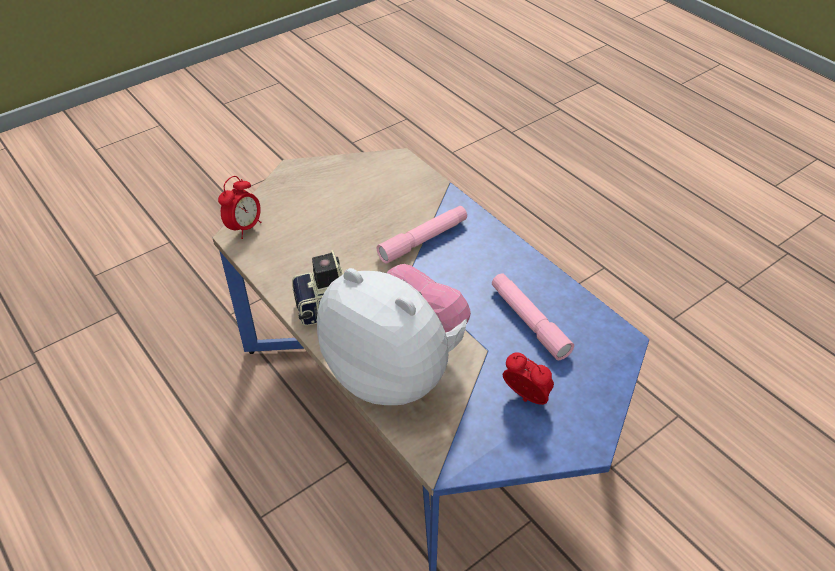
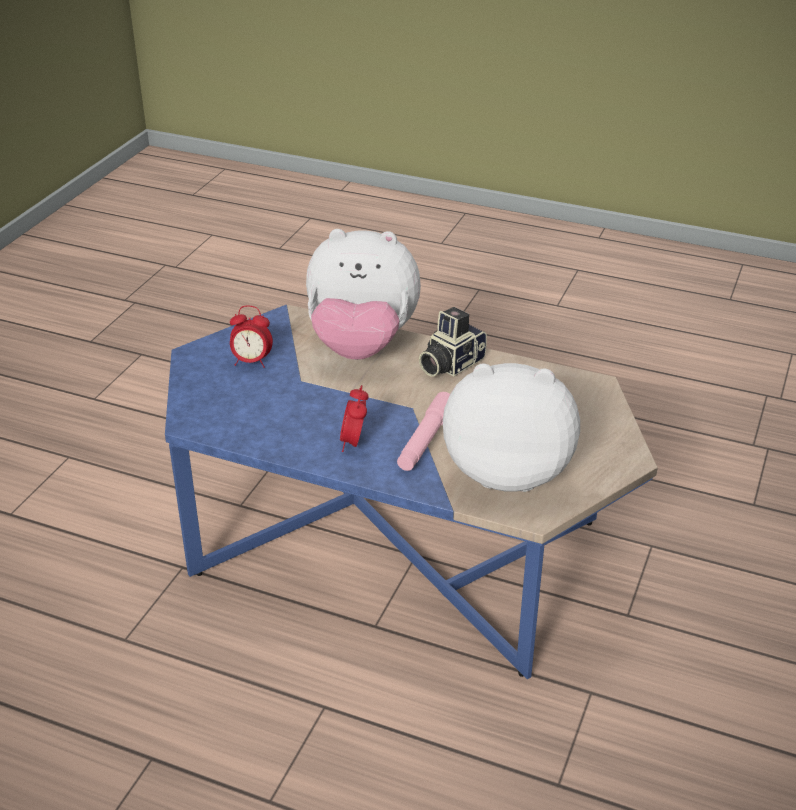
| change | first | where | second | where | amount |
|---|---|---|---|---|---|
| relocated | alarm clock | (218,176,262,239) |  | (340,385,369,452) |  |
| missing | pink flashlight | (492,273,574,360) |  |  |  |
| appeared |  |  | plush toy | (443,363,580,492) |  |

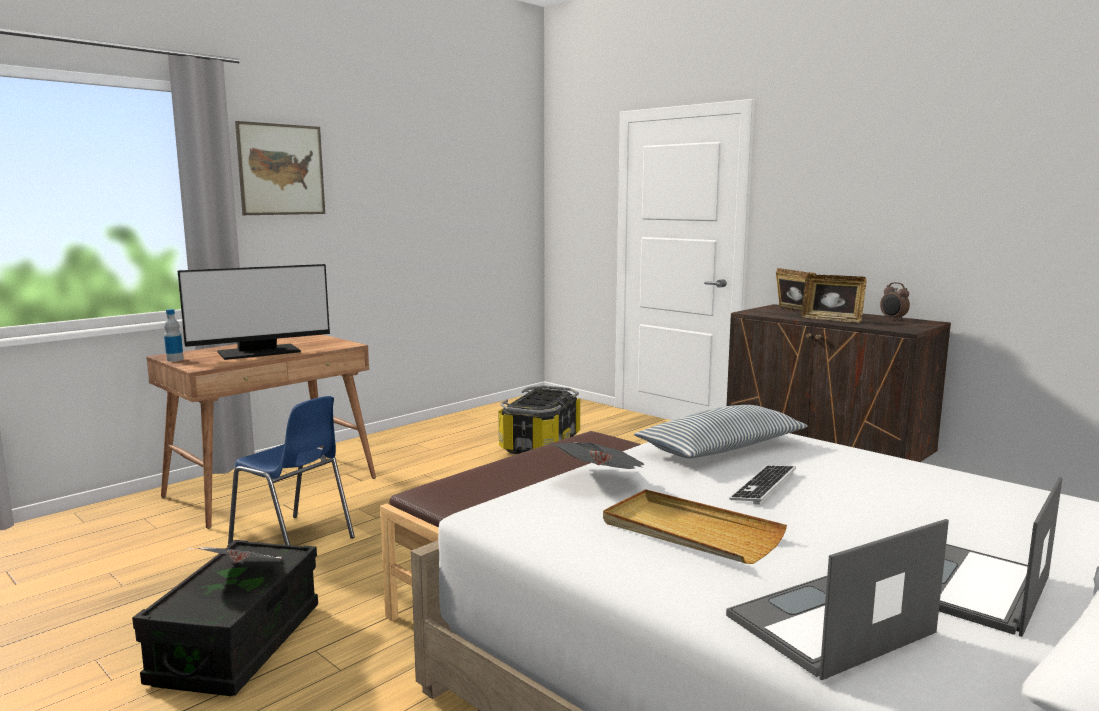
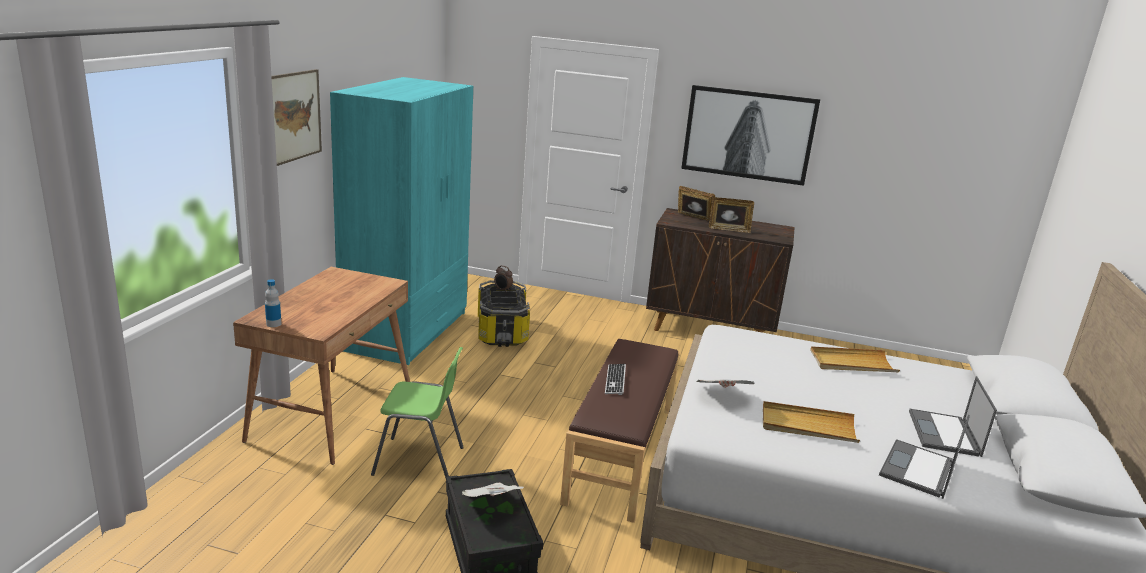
| change | first | where | second | where | amount |
|---|---|---|---|---|---|
| missing | monitor | (177,264,330,360) |  |  |  |
| relocated | alarm clock | (880,282,910,321) |  | (494,265,513,292) |  |
| colour | blue chair | (228,396,355,545) | green chair | (371,347,464,478) |  |
| missing | pillow | (634,405,807,458) |  |  |  |
| relocated | keyboard | (729,466,796,505) |  | (605,364,626,395) |  |
| appeared |  |  | turquoise wardrobe | (330,77,473,365) |  |
| appeared |  |  | picture | (681,85,820,186) |  |
| appeared |  |  | beige tray | (810,346,900,372) |  |

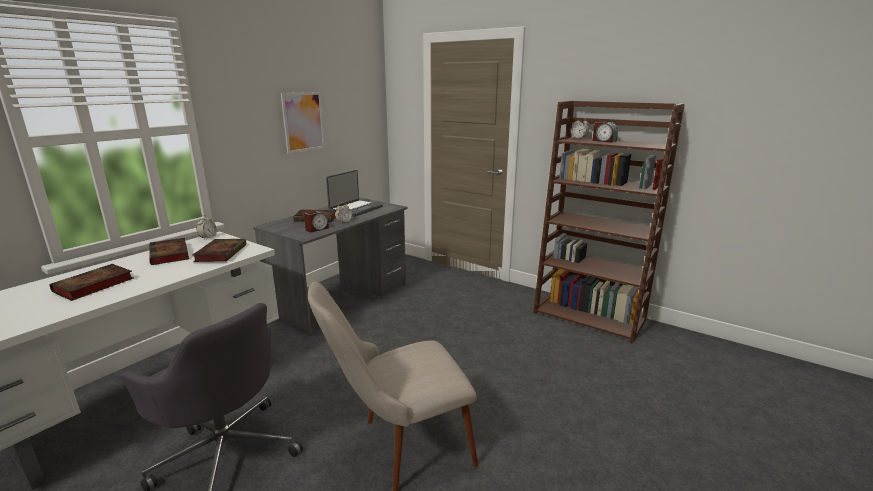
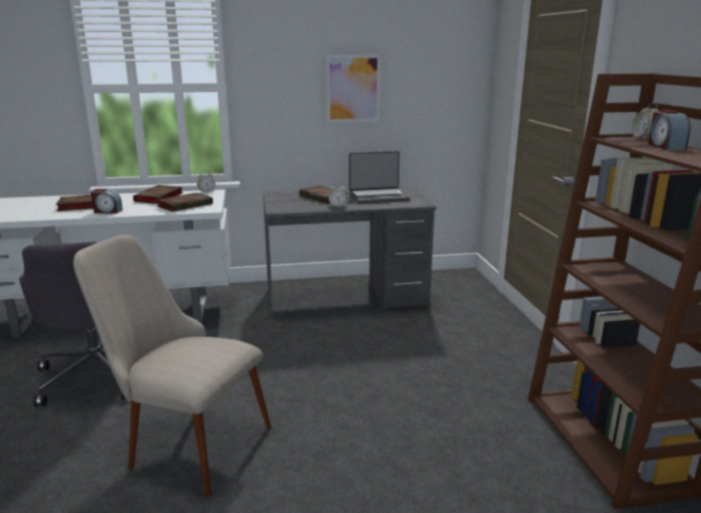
| change | first | where | second | where | amount |
|---|---|---|---|---|---|
| relocated | alarm clock | (304,211,329,232) |  | (91,189,123,214) |  |

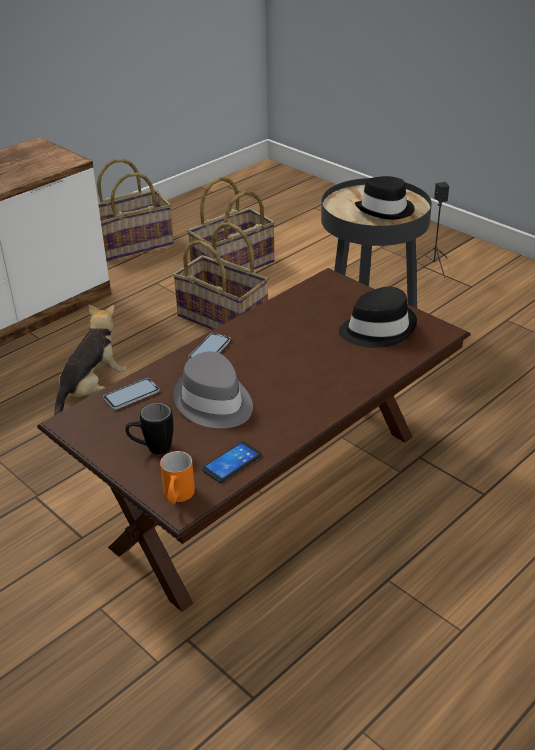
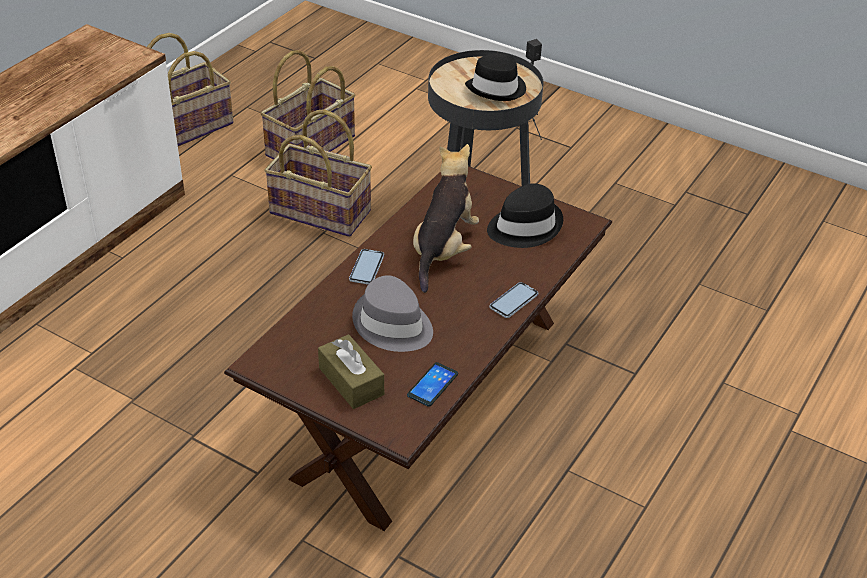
| change | first | where | second | where | amount |
|---|---|---|---|---|---|
| relocated | plush toy | (54,304,127,415) |  | (413,144,479,293) |  |
| relocated | phone | (103,378,160,410) |  | (489,282,538,318) |  |
| exchanged | black mug | (125,403,174,454) | brown tissue box | (318,334,384,409) |  |
| missing | orange mug | (160,451,195,504) |  |  |  |

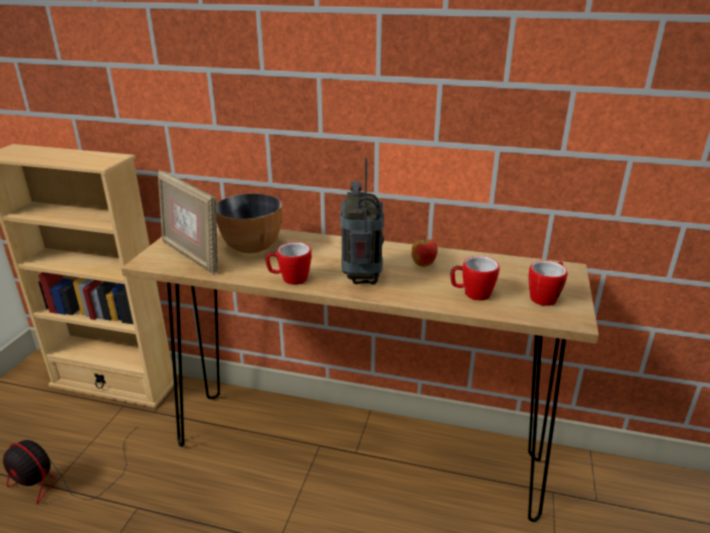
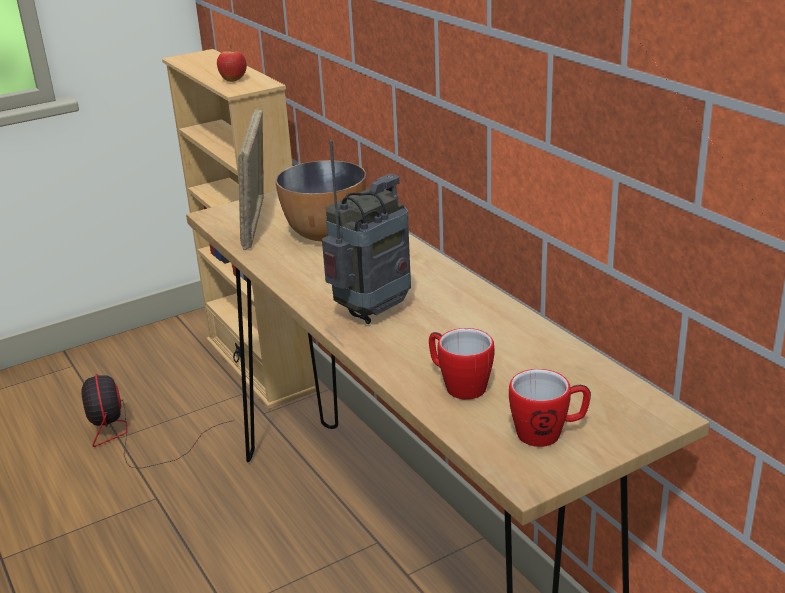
| change | first | where | second | where | amount |
|---|---|---|---|---|---|
| relocated | apple | (411,235,438,267) |  | (217,45,247,82) |  |
| missing | mug | (265,242,311,285) |  |  |  |

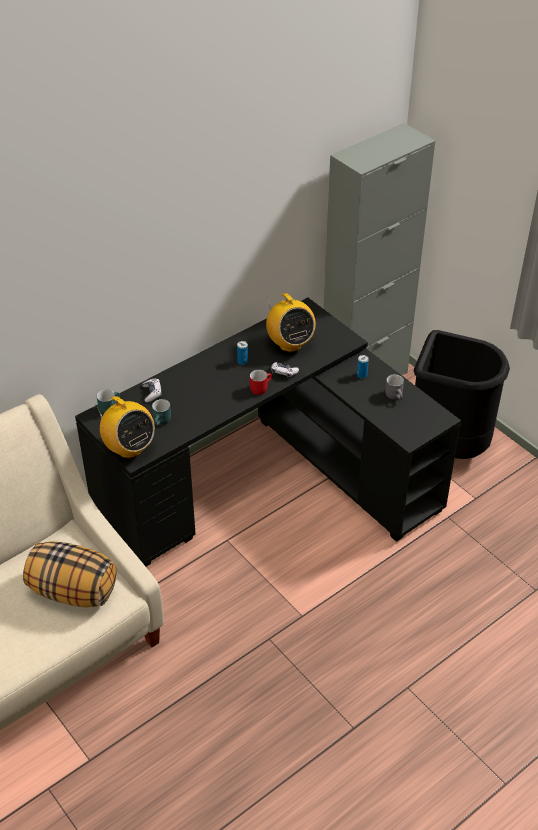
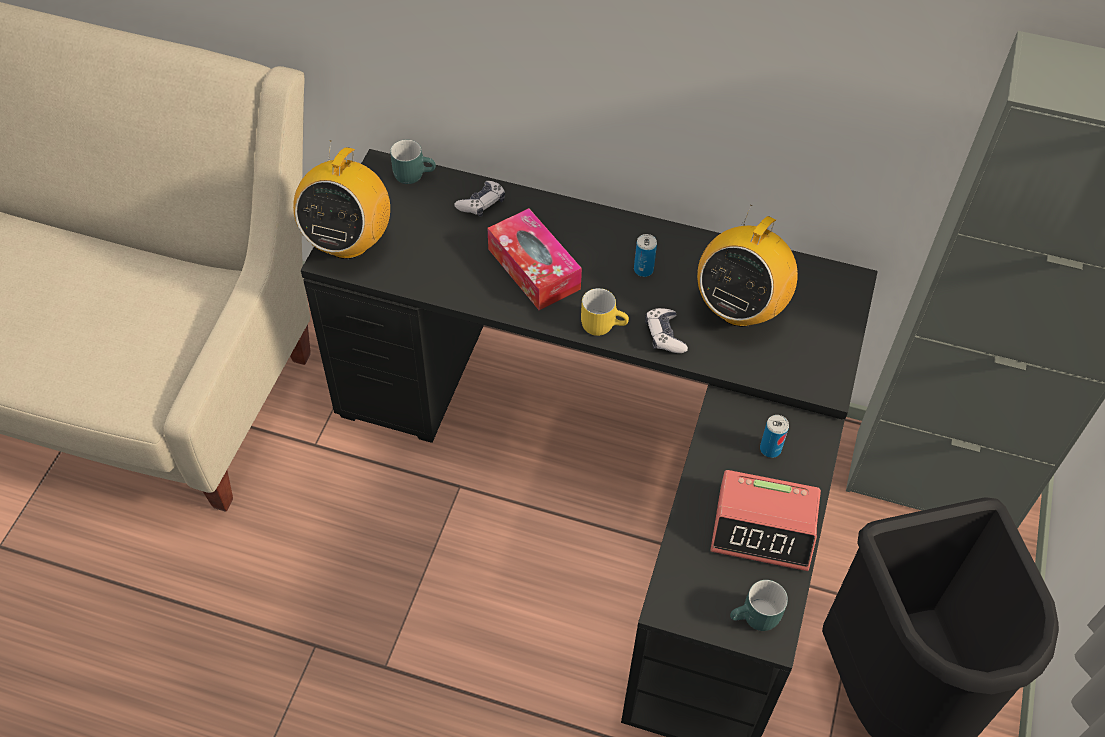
| change | first | where | second | where | amount |
|---|---|---|---|---|---|
| colour | red mug | (250,370,272,395) | yellow mug | (581,288,629,336) |  |
| exchanged | grey mug | (385,374,404,400) | alarm clock | (710,470,821,571) |  |
| relocated | turquoise mug | (152,399,171,426) |  | (730,580,788,631) |  |
| missing | pillow | (23,541,117,608) |  |  |  |
| appeared |  |  | tissue box | (487,208,582,310) |  |

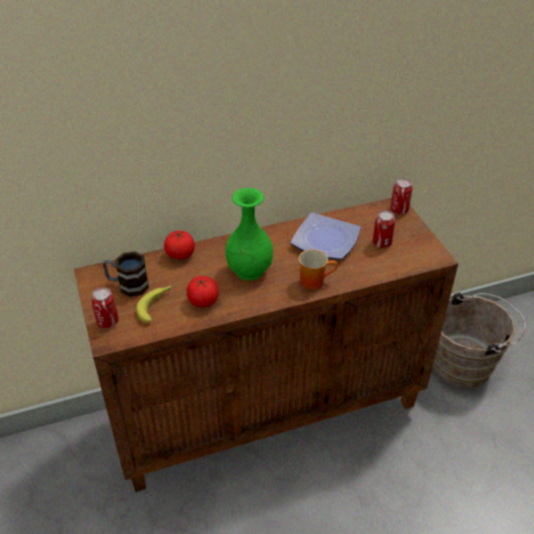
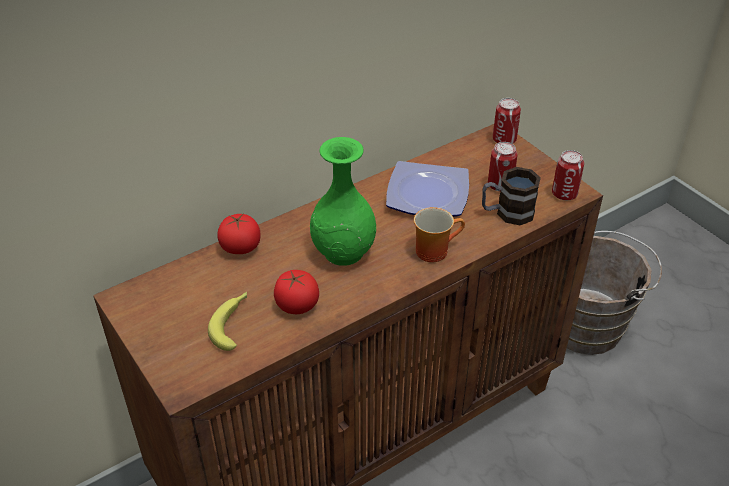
| change | first | where | second | where | amount |
|---|---|---|---|---|---|
| relocated | mug | (103,251,149,297) |  | (482,167,541,225) |  |
| relocated | can | (91,287,118,328) |  | (552,150,584,200) |  |

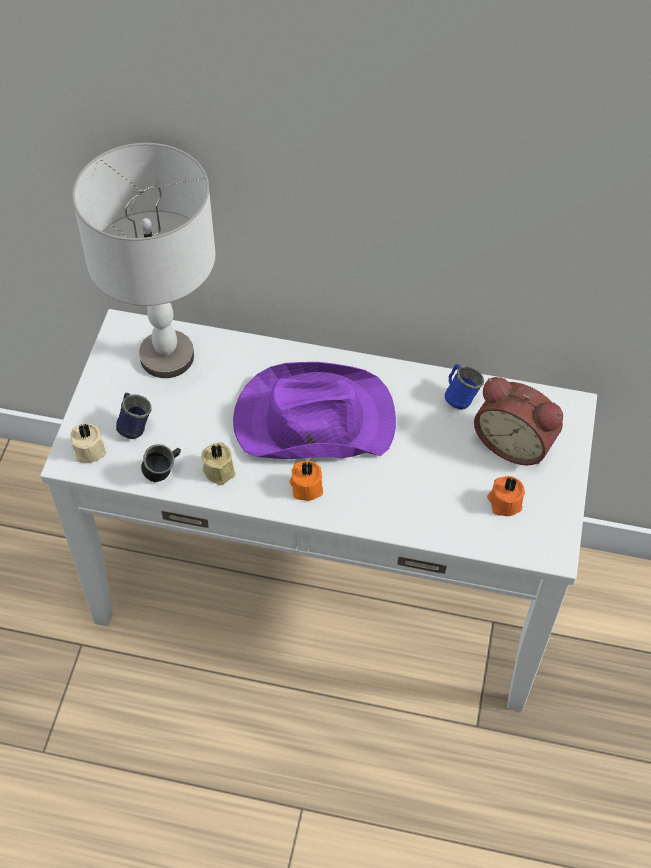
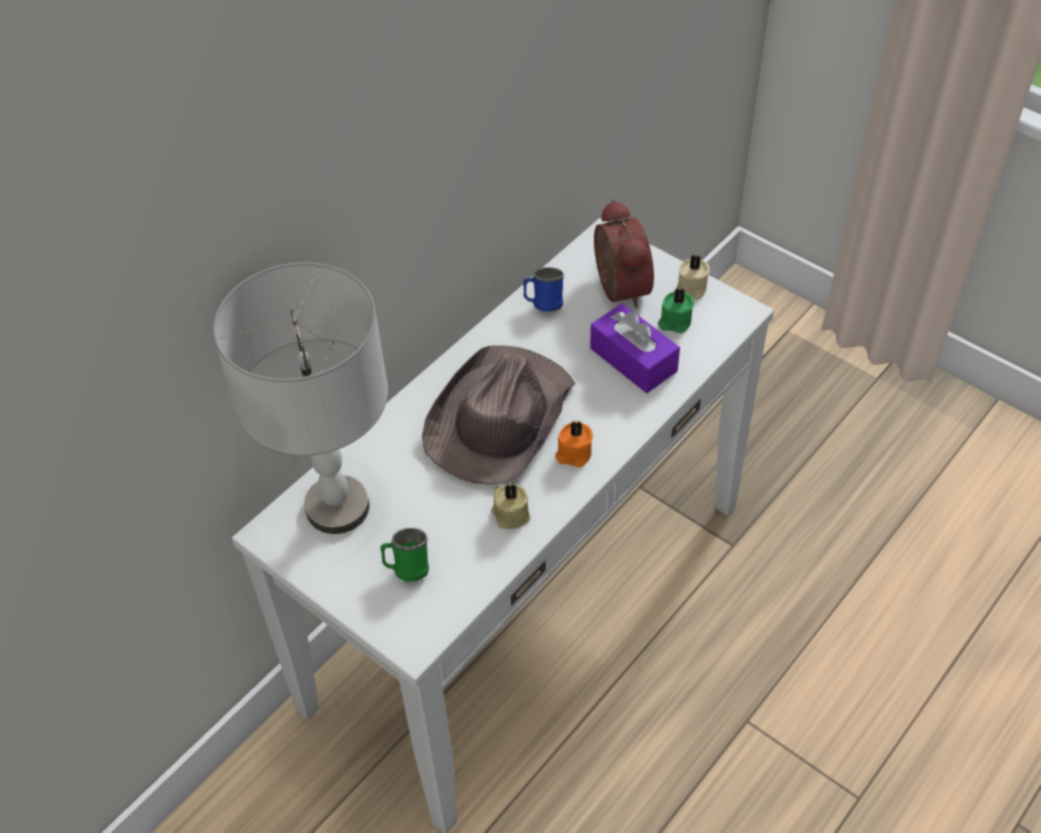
| change | first | where | second | where | amount |
|---|---|---|---|---|---|
| colour | purple hat | (233,362,396,459) | brown hat | (422,345,575,485) |  |
| spun | alarm clock | (474,377,563,465) |  | (594,199,654,309) | 75 degrees counterclockwise |
| colour | blue mug | (116,393,152,439) | green mug | (380,528,429,582) |  |
| relocated | beige candle | (70,423,106,463) |  | (675,254,710,299) |  |
| missing | black mug | (141,444,181,482) |  |  |  |
| colour | orange candle | (487,476,525,516) | green candle | (658,288,694,333) |  |
| appeared |  |  | purple tissue box | (590,303,680,393) |  |

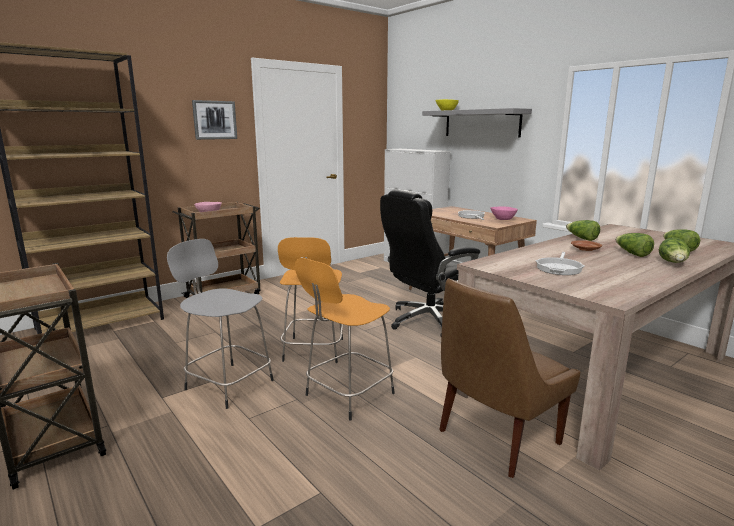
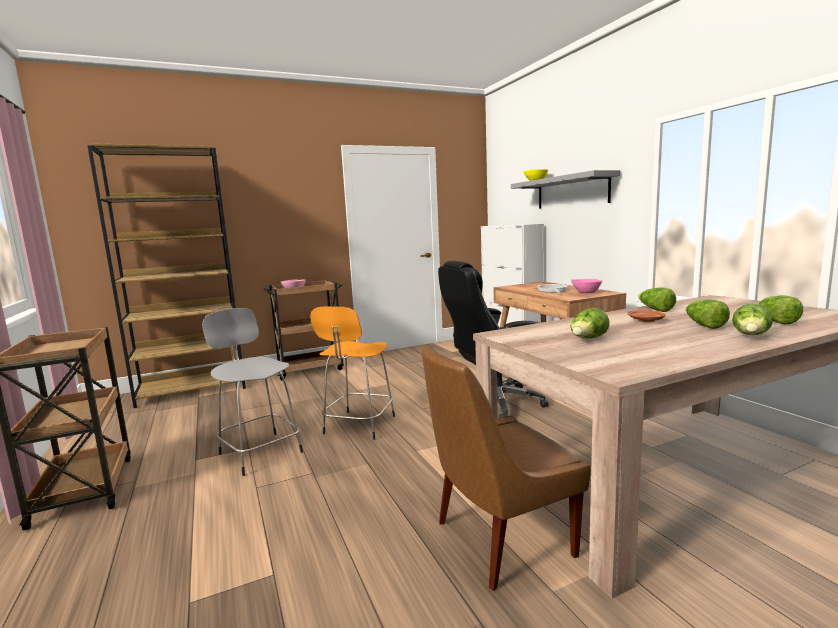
| change | first | where | second | where | amount |
|---|---|---|---|---|---|
| missing | picture | (192,100,237,140) |  |  |  |
| exchanged | frying pan | (535,252,585,275) | lettuce | (571,308,610,338) |  |
| missing | orange stool | (295,258,395,421) |  |  |  |

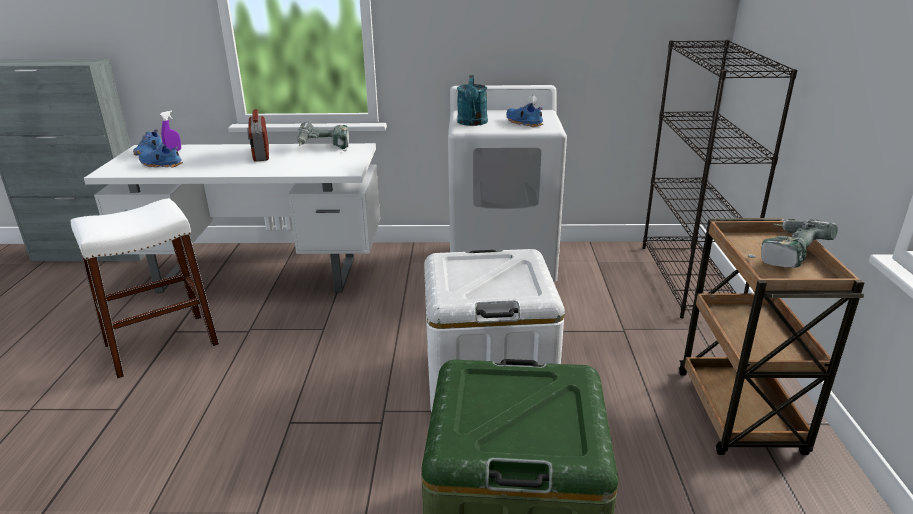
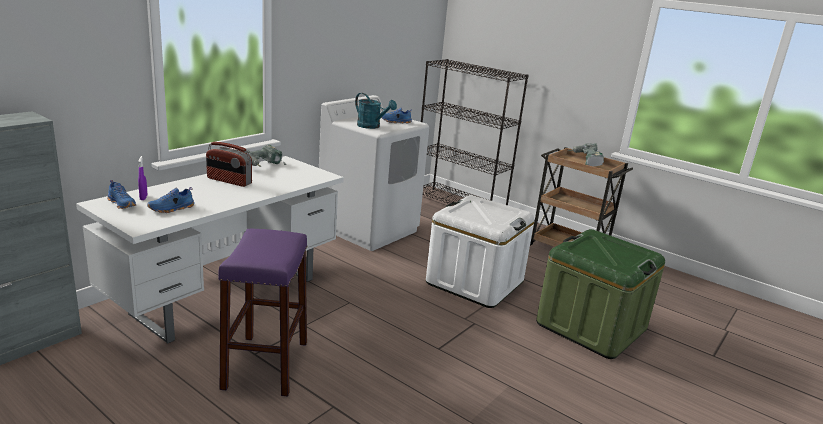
| change | first | where | second | where | amount |
|---|---|---|---|---|---|
| colour | white stool | (70,198,219,379) | purple stool | (218,229,308,397) |  |

